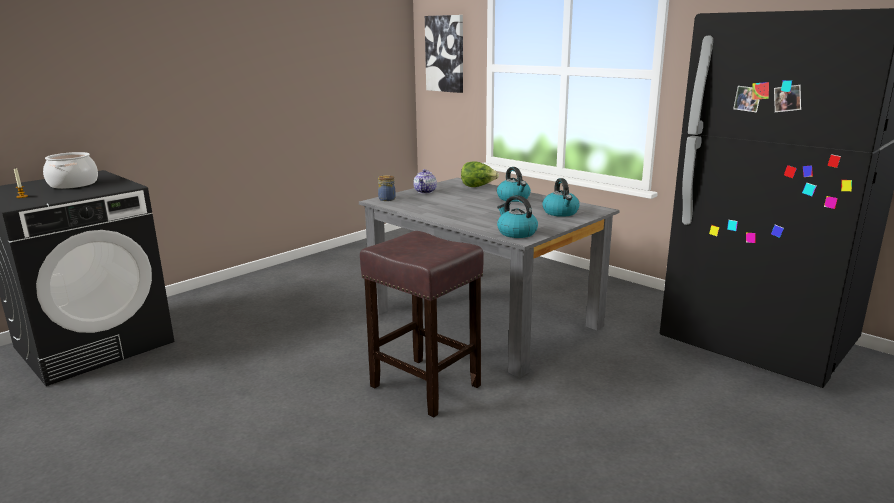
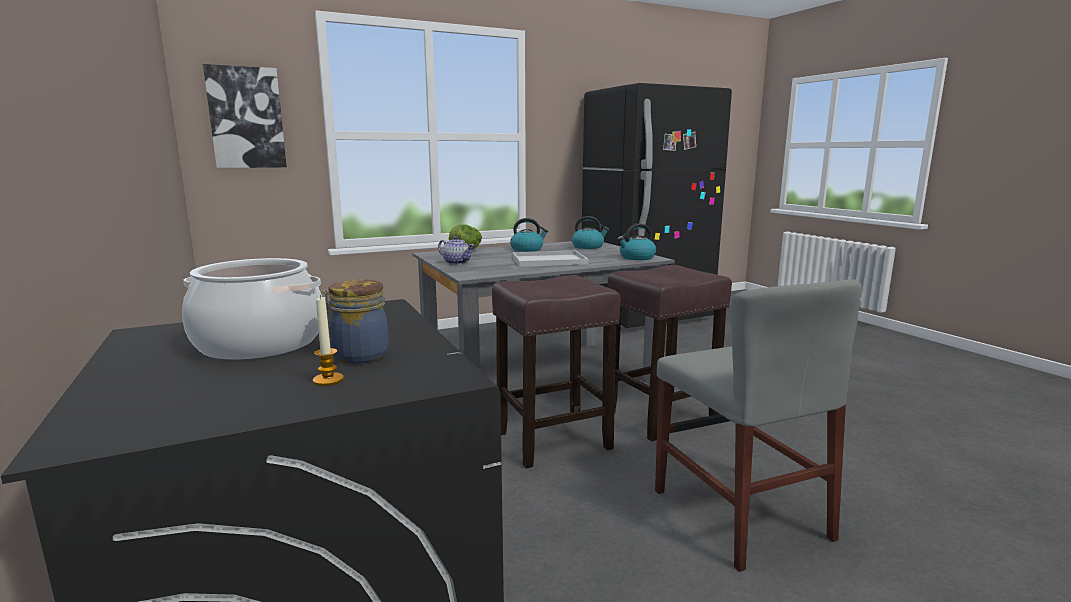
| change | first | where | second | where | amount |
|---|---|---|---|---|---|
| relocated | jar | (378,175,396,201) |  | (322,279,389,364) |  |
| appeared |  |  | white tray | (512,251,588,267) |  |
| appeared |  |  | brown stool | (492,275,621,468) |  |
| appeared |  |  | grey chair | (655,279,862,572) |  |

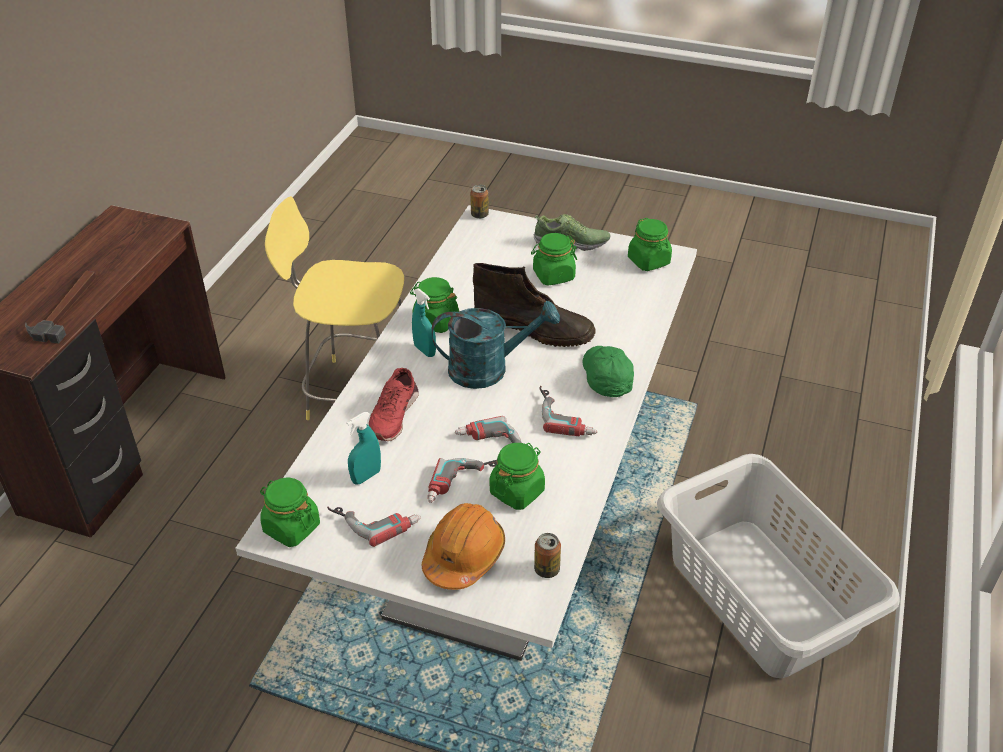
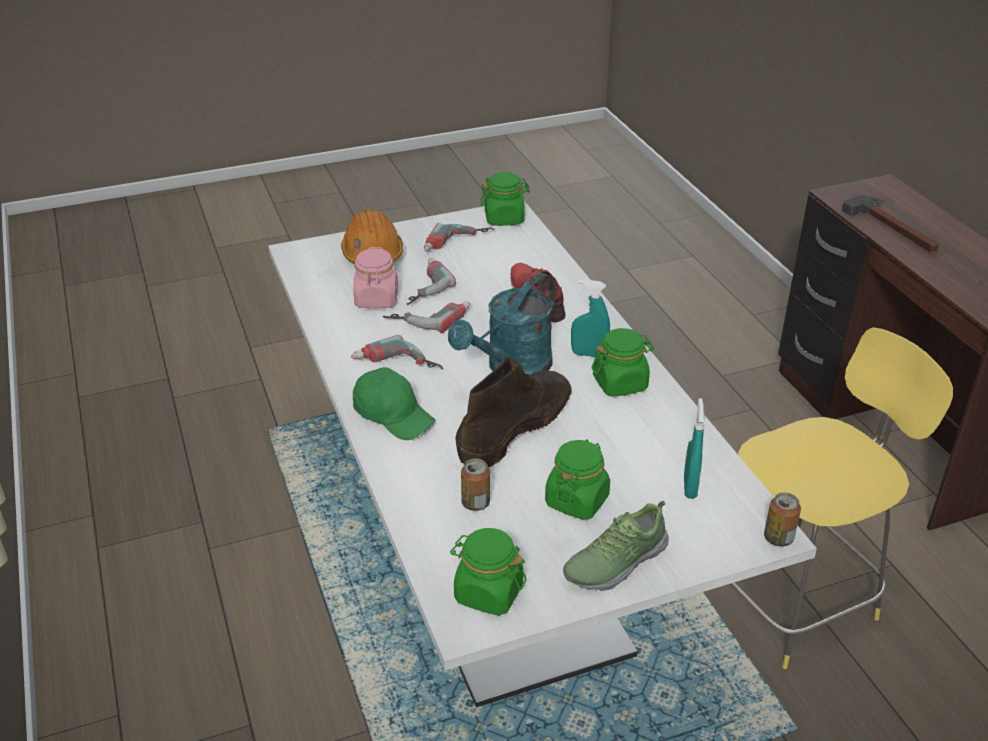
| change | first | where | second | where | amount |
|---|---|---|---|---|---|
| spun | brown boot | (473,263,596,347) |  | (455,355,572,467) | 150 degrees clockwise |
| relocated | turquoise spray bottle | (346,412,381,485) |  | (684,398,705,499) |  |
| colour | green jar | (490,443,545,510) | pink jar | (353,247,398,308) |  |
| missing | grey laundry basket | (657,454,900,678) |  |  |  |
| relocated | can | (534,533,561,578) |  | (461,458,490,511) |  |

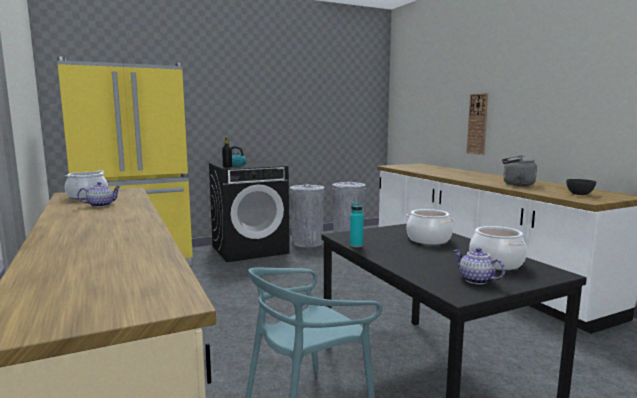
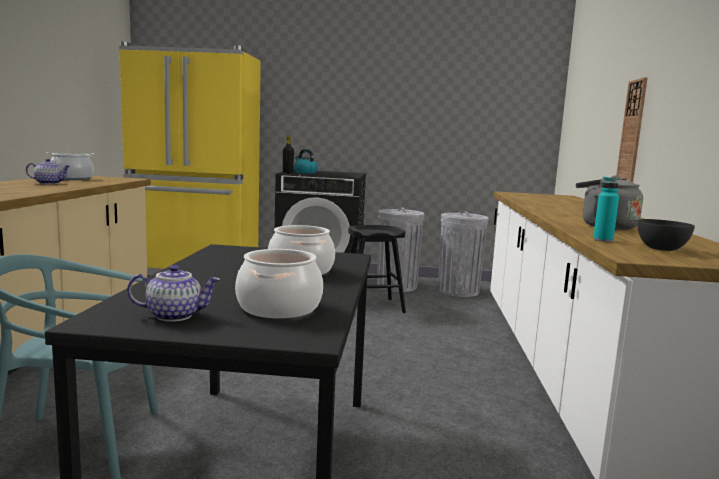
| change | first | where | second | where | amount |
|---|---|---|---|---|---|
| relocated | turquoise bottle | (350,202,364,247) |  | (593,177,619,242) |  |
| spun | teapot | (454,248,505,284) |  | (127,265,220,322) | 90 degrees clockwise |
| appeared |  |  | black stool | (348,225,406,313) |  |

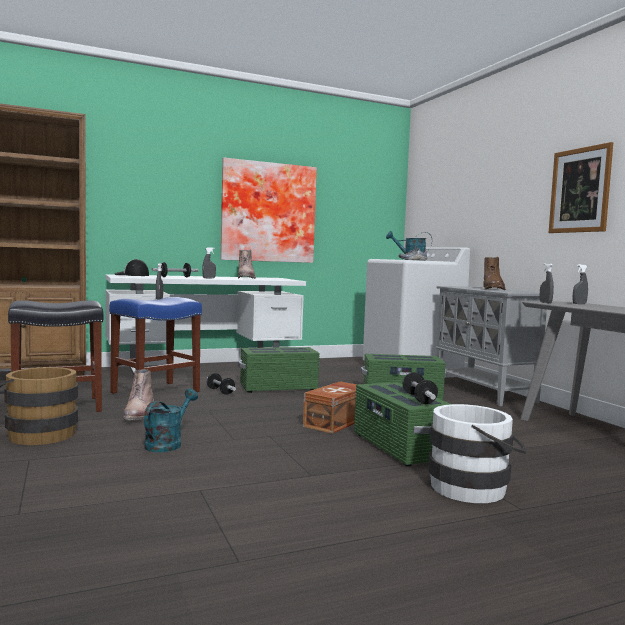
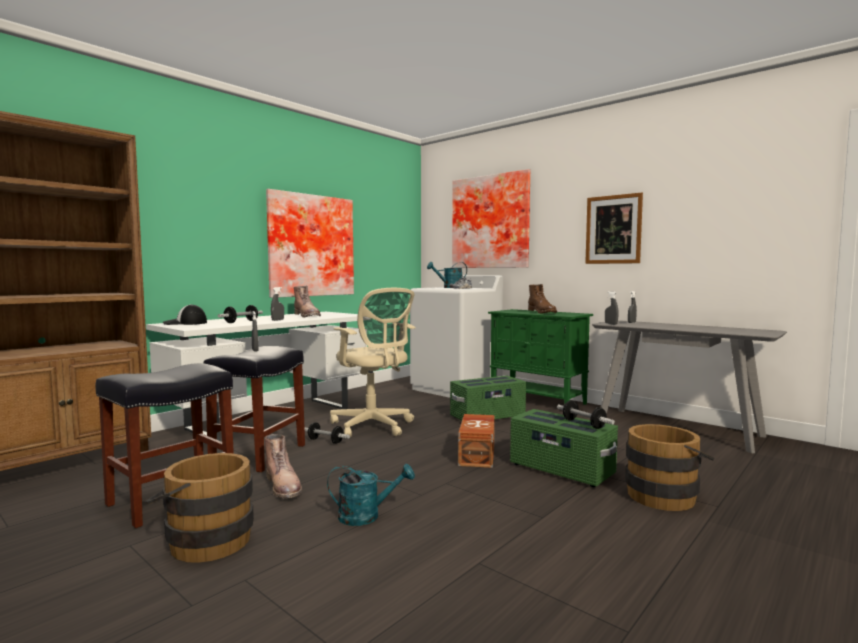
| change | first | where | second | where | amount |
|---|---|---|---|---|---|
| colour | grey cabinet | (436,286,547,406) | green cabinet | (488,309,593,405) |  |
| colour | blue stool | (109,297,202,394) | black stool | (204,346,305,472) |  |
| exchanged | green storage box | (238,347,320,393) | beige office chair | (330,288,416,437) |  |
| spun | turquoise watering can | (144,389,198,452) |  | (327,464,415,526) | 90 degrees clockwise |
| colour | white bucket | (428,404,528,503) | brown bucket | (625,424,714,511) |  |
| appeared |  |  | picture | (452,169,530,268) |  |

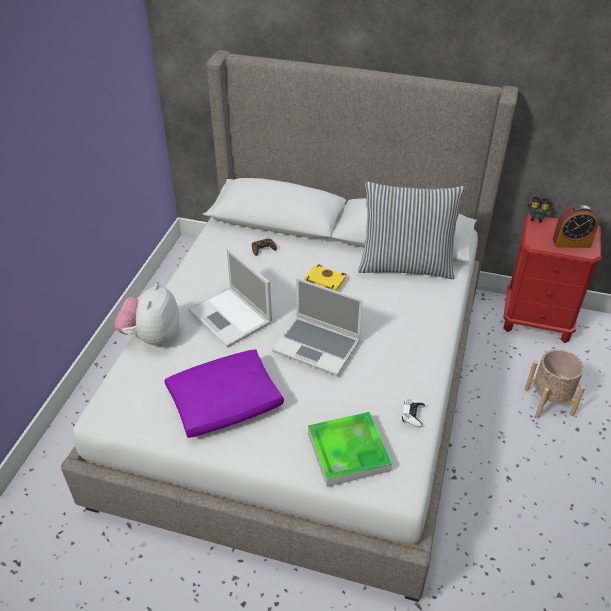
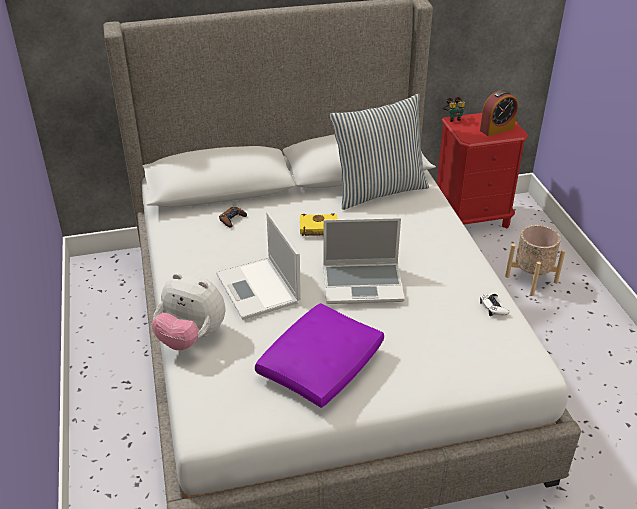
| change | first | where | second | where | amount |
|---|---|---|---|---|---|
| spun | laptop | (188,248,272,348) |  | (216,212,301,320) | 45 degrees clockwise |
| spun | plush toy | (114,284,179,346) |  | (152,273,226,350) | 45 degrees counterclockwise |
| missing | tray | (308,412,392,487) |  |  |  |

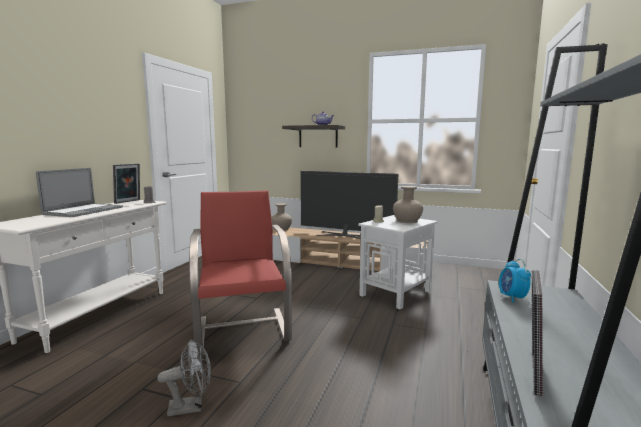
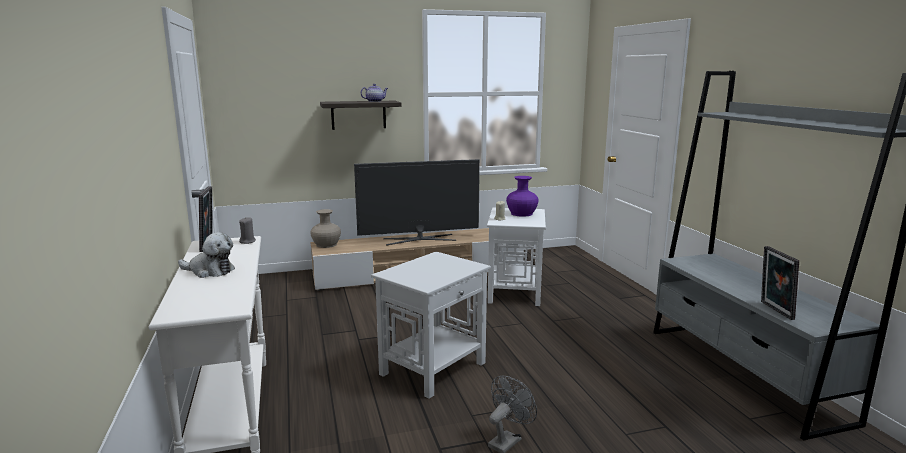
| change | first | where | second | where | amount |
|---|---|---|---|---|---|
| exchanged | laptop | (36,168,123,217) | plush toy | (178,232,235,278) |  |
| colour | beige vase | (393,186,423,223) | purple vase | (506,176,538,217) |  |
| exchanged | red armchair | (189,190,292,353) | white side table | (371,251,491,399) |  |
| missing | alarm clock | (499,259,531,303) |  |  |  |

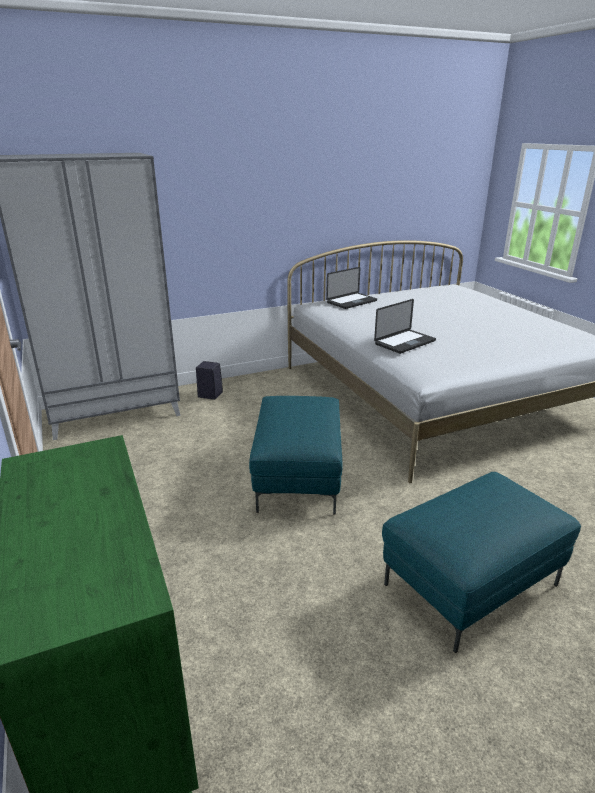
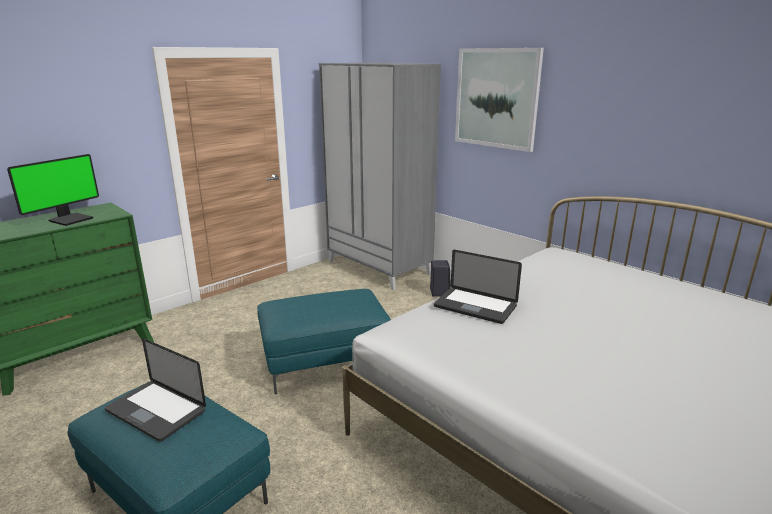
| change | first | where | second | where | amount |
|---|---|---|---|---|---|
| relocated | laptop | (326,267,377,309) |  | (105,338,206,442) |  |
| appeared |  |  | picture | (455,48,544,152) |  |
| appeared |  |  | monitor | (7,154,99,226) |  |

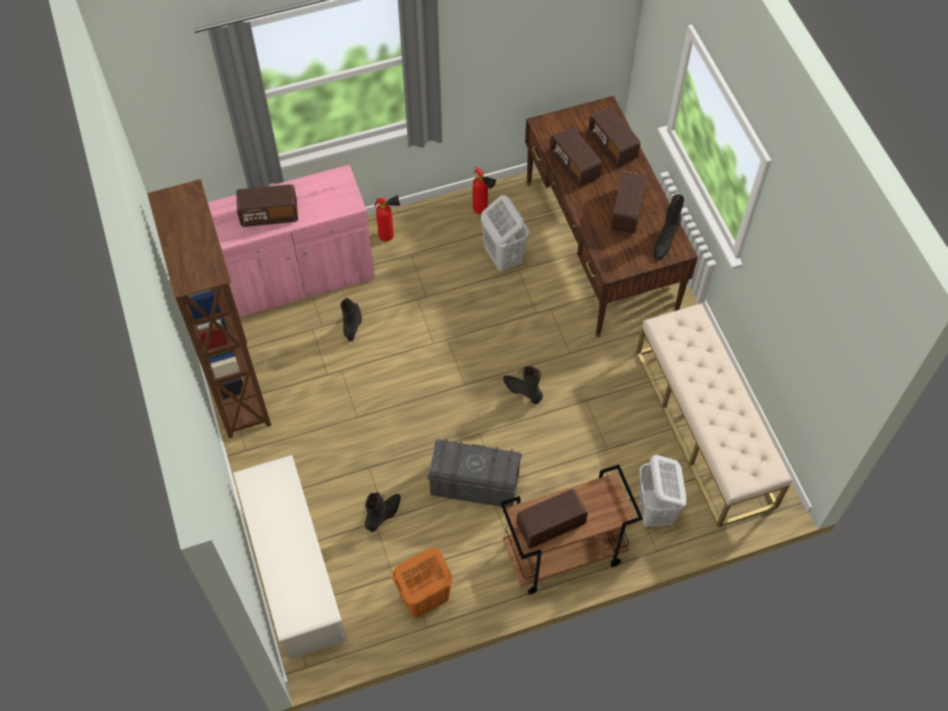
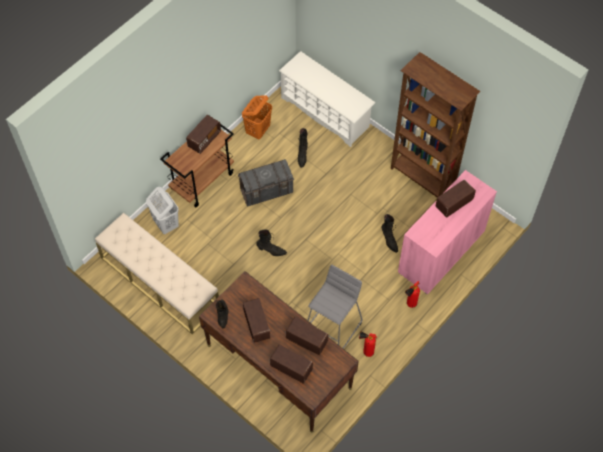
| change | first | where | second | where | amount |
|---|---|---|---|---|---|
| exchanged | white laundry basket | (481,195,529,272) | grey stool | (308,265,363,349) |  |

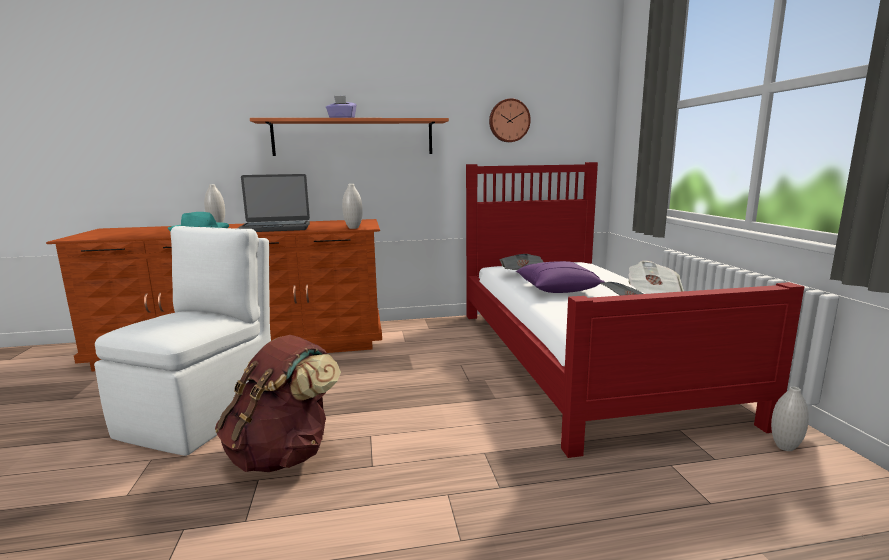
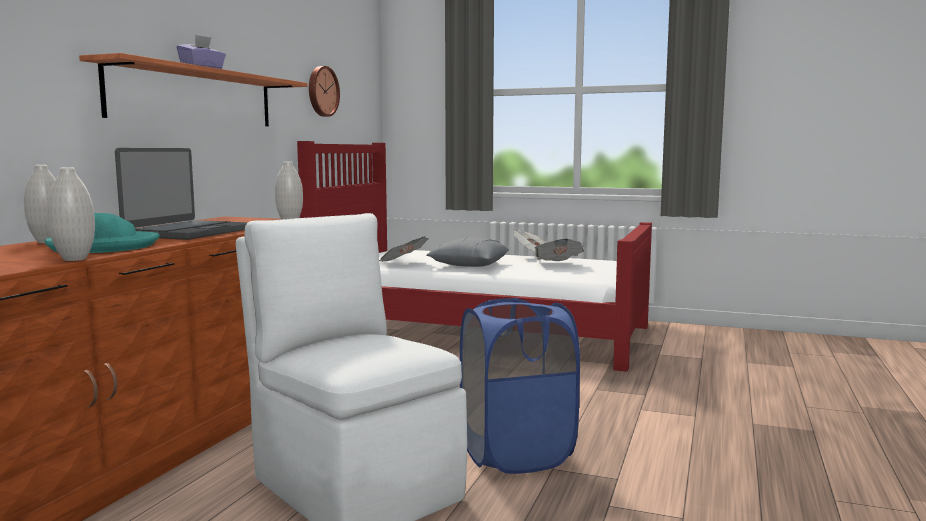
| change | first | where | second | where | amount |
|---|---|---|---|---|---|
| colour | purple pillow | (516,261,605,293) | grey pillow | (427,237,509,267) |  |
| exchanged | brown backpack | (215,335,341,472) | blue laundry basket | (460,298,580,474) |  |
| relocated | white vase | (771,386,809,451) |  | (47,167,95,261) |  |

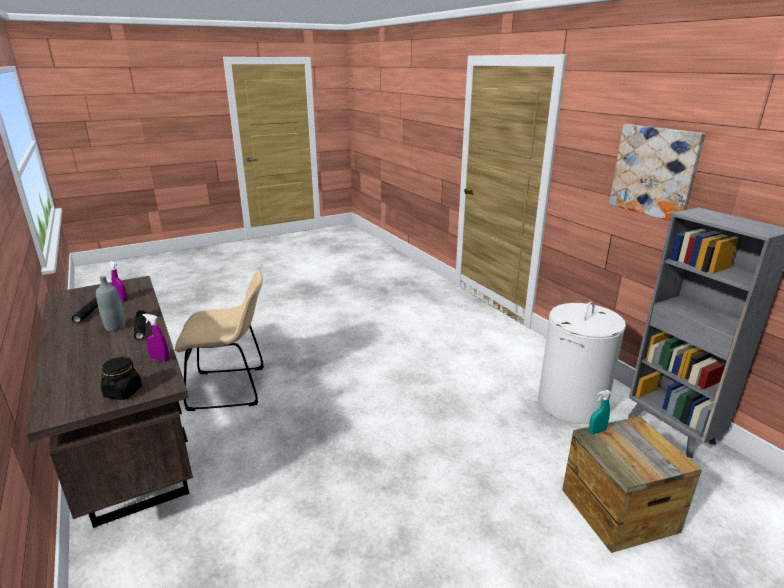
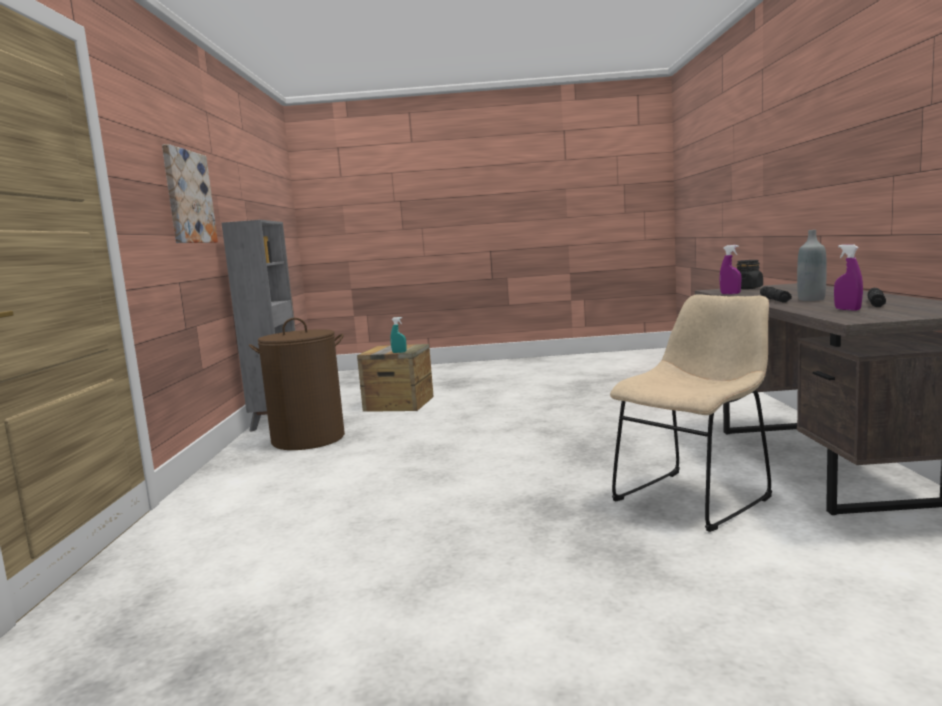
| change | first | where | second | where | amount |
|---|---|---|---|---|---|
| spun | beige chair | (175,270,264,411) |  | (610,294,772,532) | 120 degrees clockwise |
| colour | white laundry basket | (538,302,626,424) | brown laundry basket | (249,318,345,450) |  |

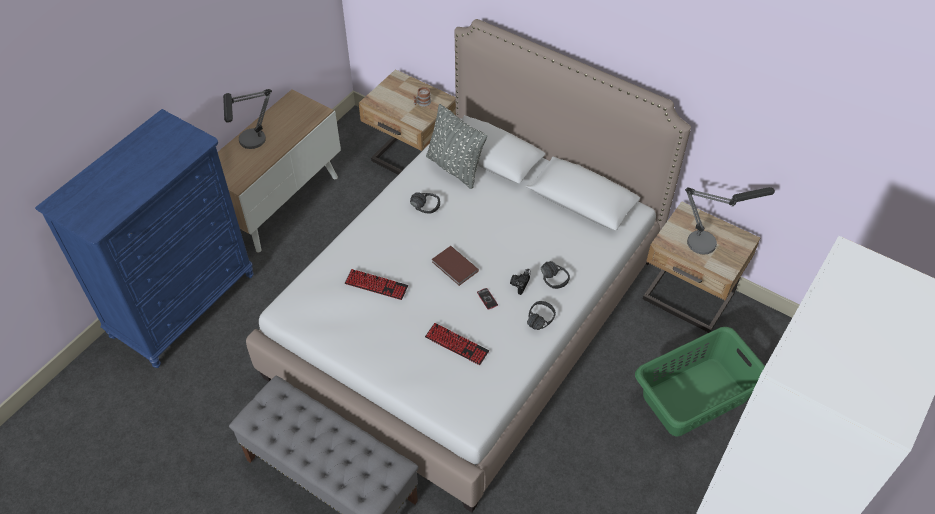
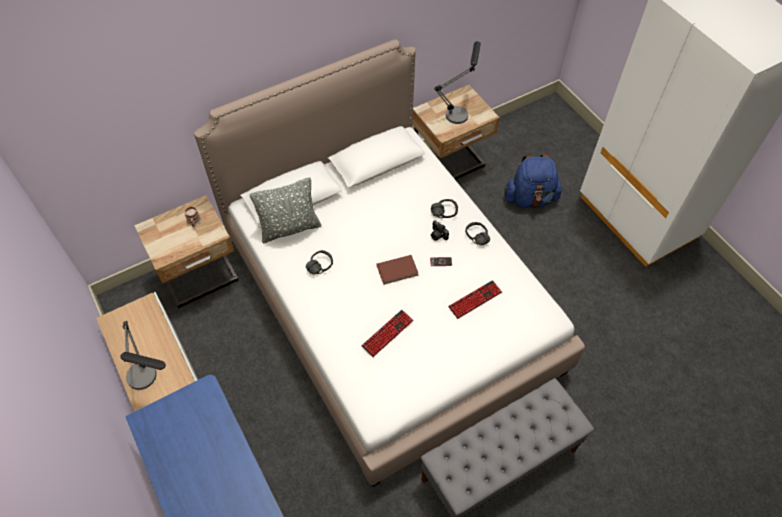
| change | first | where | second | where | amount |
|---|---|---|---|---|---|
| exchanged | green laundry basket | (635,327,765,437) | blue backpack | (504,154,563,208) |  |

